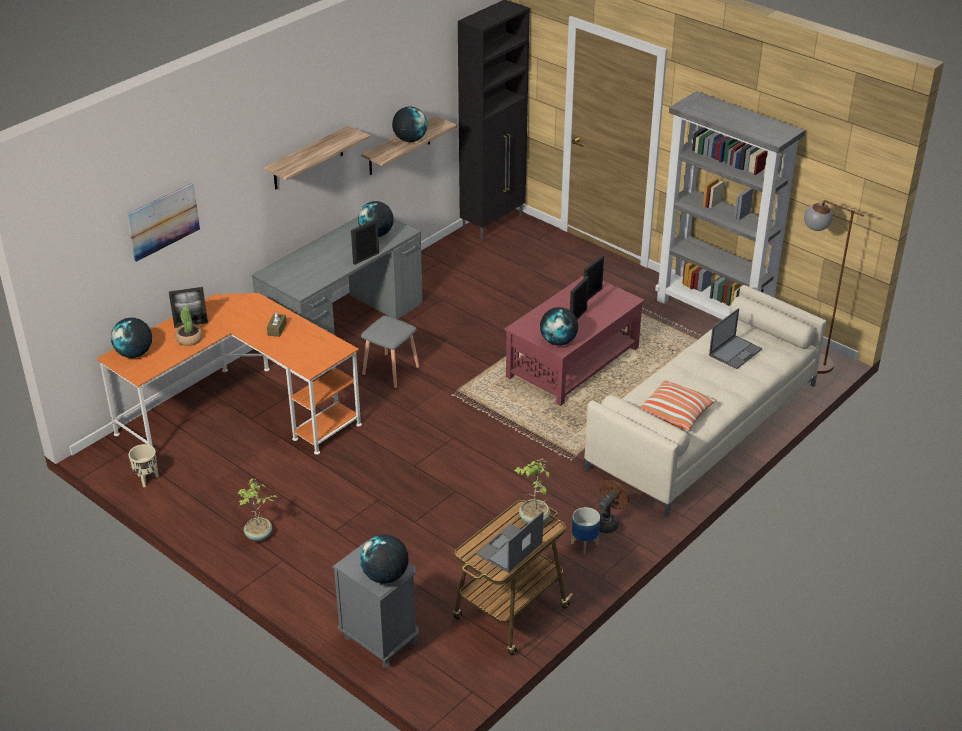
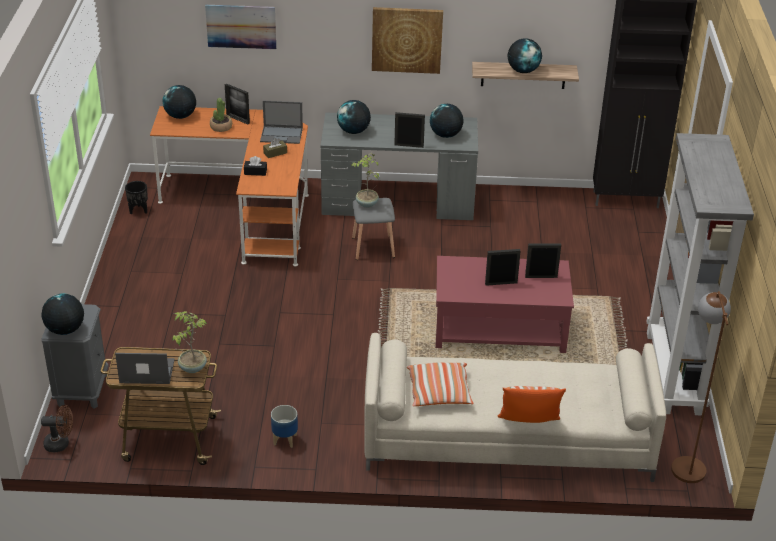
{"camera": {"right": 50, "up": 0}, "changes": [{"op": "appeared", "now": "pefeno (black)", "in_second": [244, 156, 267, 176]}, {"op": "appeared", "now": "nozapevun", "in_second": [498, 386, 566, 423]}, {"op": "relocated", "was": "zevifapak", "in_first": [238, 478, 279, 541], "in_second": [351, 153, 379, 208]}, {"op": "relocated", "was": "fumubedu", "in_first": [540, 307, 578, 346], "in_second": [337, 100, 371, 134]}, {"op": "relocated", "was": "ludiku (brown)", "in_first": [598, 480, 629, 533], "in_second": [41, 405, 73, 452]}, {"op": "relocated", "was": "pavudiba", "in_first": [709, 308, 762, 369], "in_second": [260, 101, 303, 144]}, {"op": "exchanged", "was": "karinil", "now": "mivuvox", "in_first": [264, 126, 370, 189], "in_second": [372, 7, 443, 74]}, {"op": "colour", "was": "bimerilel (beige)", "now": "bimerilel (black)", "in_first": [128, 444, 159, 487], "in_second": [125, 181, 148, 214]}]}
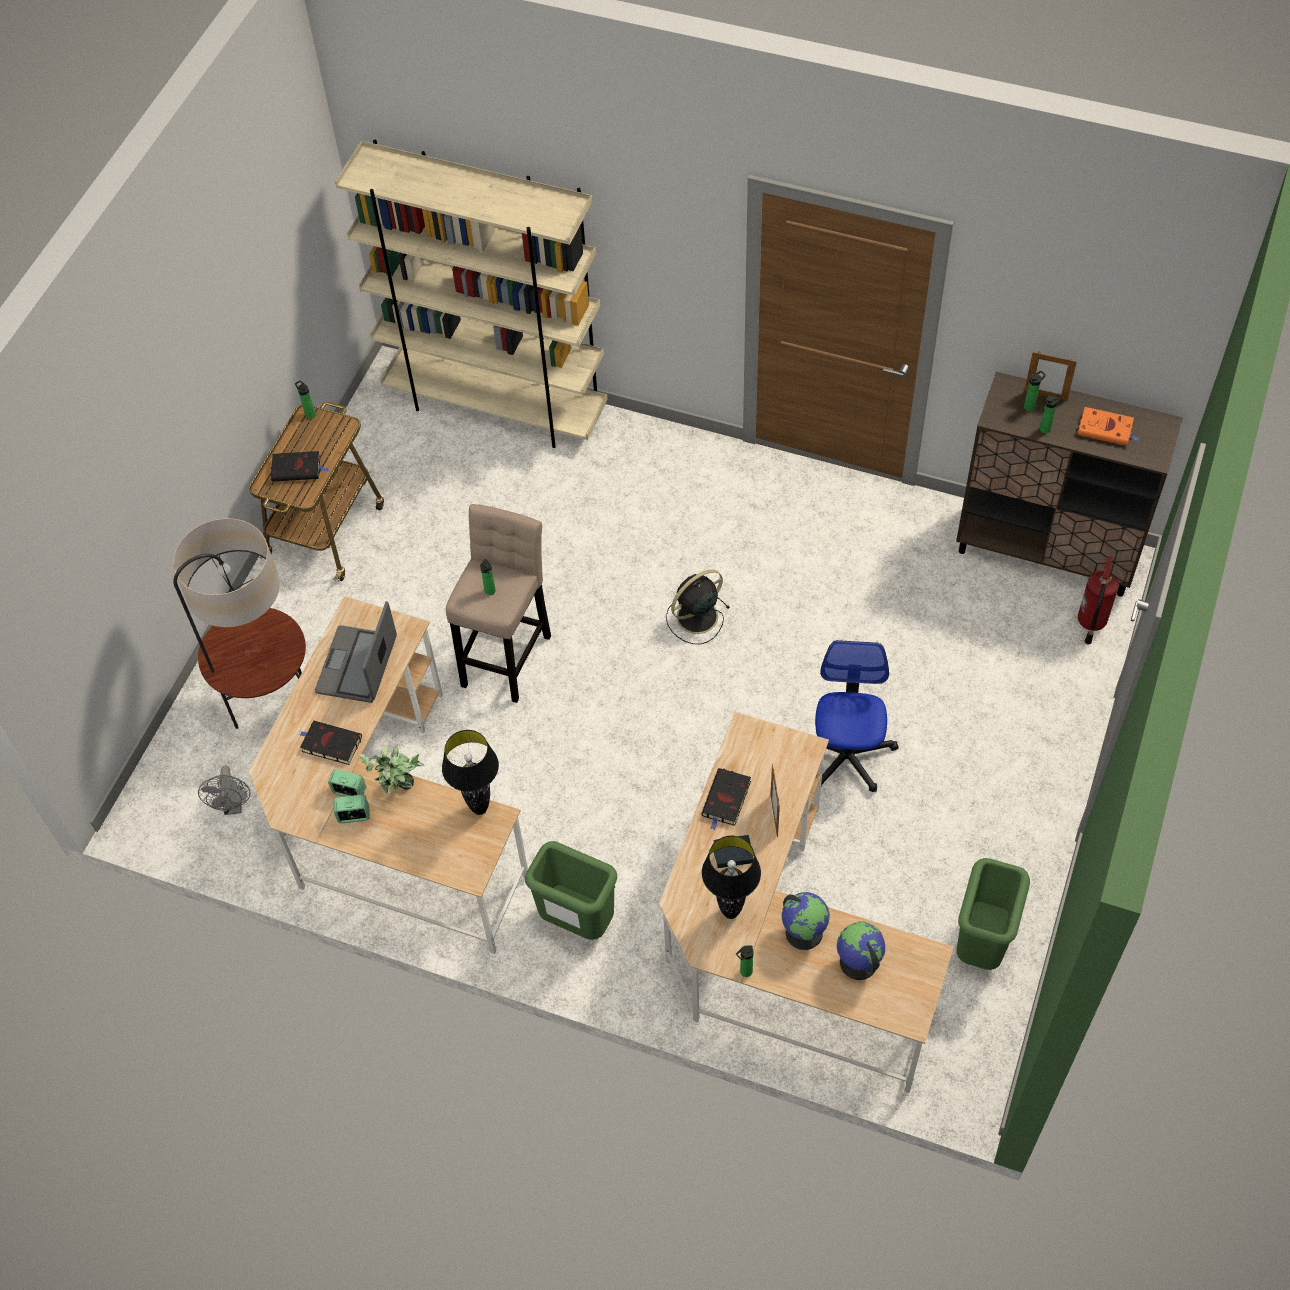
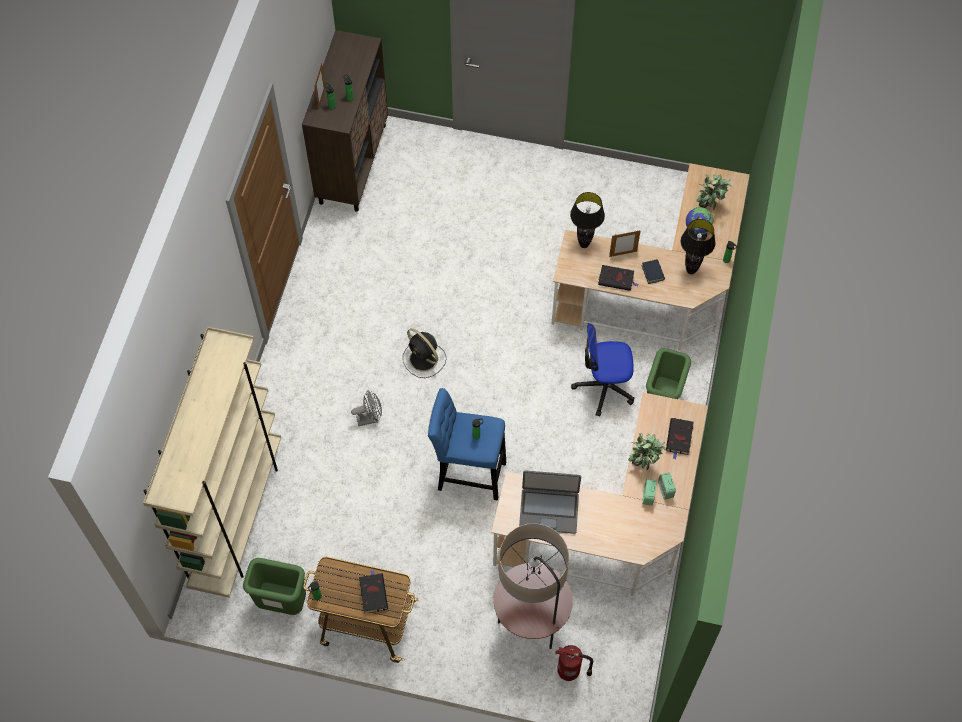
{"camera": {"right": -100, "up": 5}, "changes": [{"op": "missing", "was": "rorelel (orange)", "in_first": [1077, 407, 1139, 446]}, {"op": "relocated", "was": "ludiku (grey)", "in_first": [198, 765, 250, 815], "in_second": [351, 390, 382, 426]}, {"op": "relocated", "was": "rorelel (black)", "in_first": [300, 721, 362, 765], "in_second": [666, 418, 693, 459]}, {"op": "relocated", "was": "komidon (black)", "in_first": [442, 730, 499, 815], "in_second": [570, 192, 605, 248]}, {"op": "relocated", "was": "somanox", "in_first": [815, 640, 899, 792], "in_second": [571, 323, 634, 416]}, {"op": "relocated", "was": "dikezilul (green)", "in_first": [956, 858, 1030, 970], "in_second": [243, 558, 306, 615]}, {"op": "relocated", "was": "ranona", "in_first": [1078, 556, 1119, 644], "in_second": [555, 645, 593, 681]}, {"op": "exchanged", "was": "fumubedu", "now": "zevifapak", "in_first": [837, 921, 886, 980], "in_second": [696, 174, 732, 210]}, {"op": "colour", "was": "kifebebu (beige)", "now": "kifebebu (blue)", "in_first": [446, 504, 551, 703], "in_second": [428, 388, 506, 501]}]}
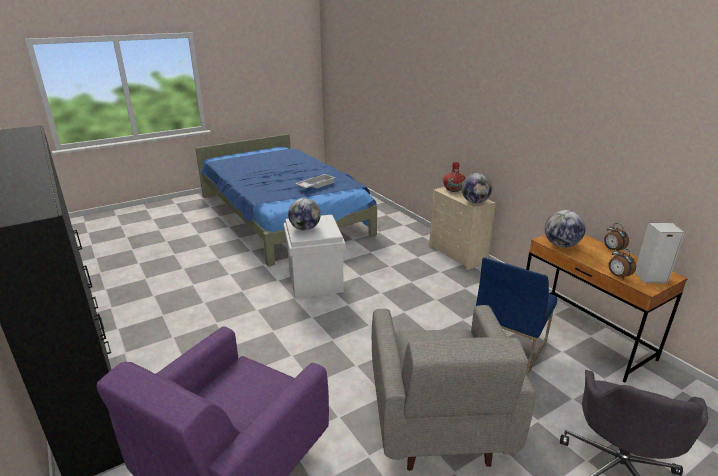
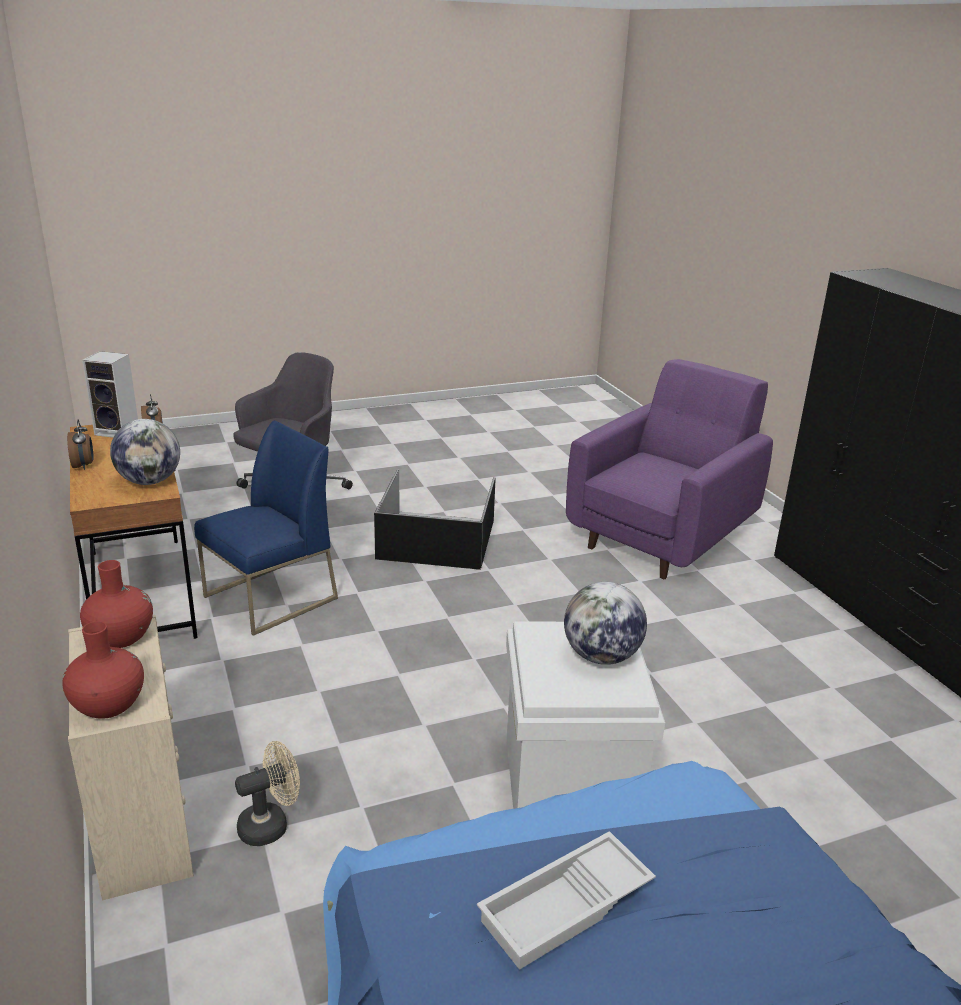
{"camera": {"right": -170, "up": 0}, "changes": [{"op": "appeared", "now": "ludiku (beige)", "in_second": [235, 741, 300, 846]}, {"op": "exchanged", "was": "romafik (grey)", "now": "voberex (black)", "in_first": [372, 305, 536, 471], "in_second": [374, 470, 496, 570]}, {"op": "exchanged", "was": "fumubedu", "now": "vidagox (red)", "in_first": [461, 173, 492, 203], "in_second": [80, 560, 153, 648]}]}
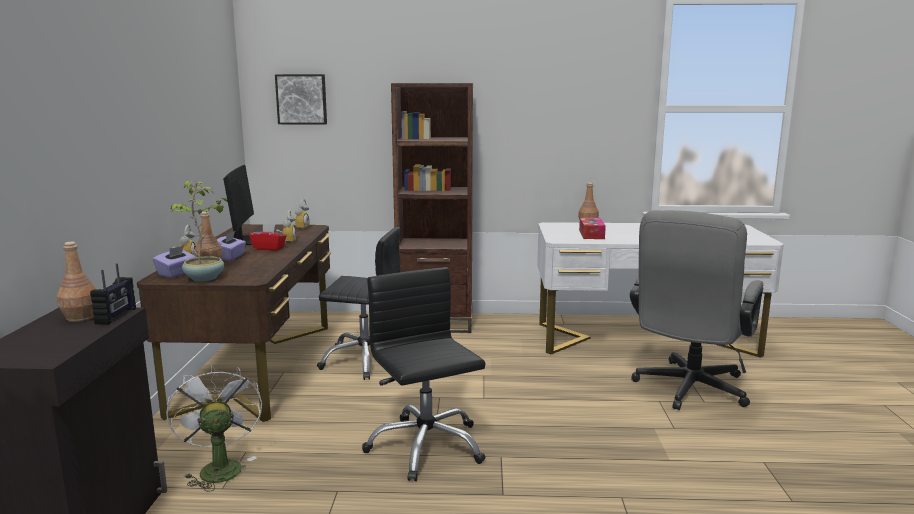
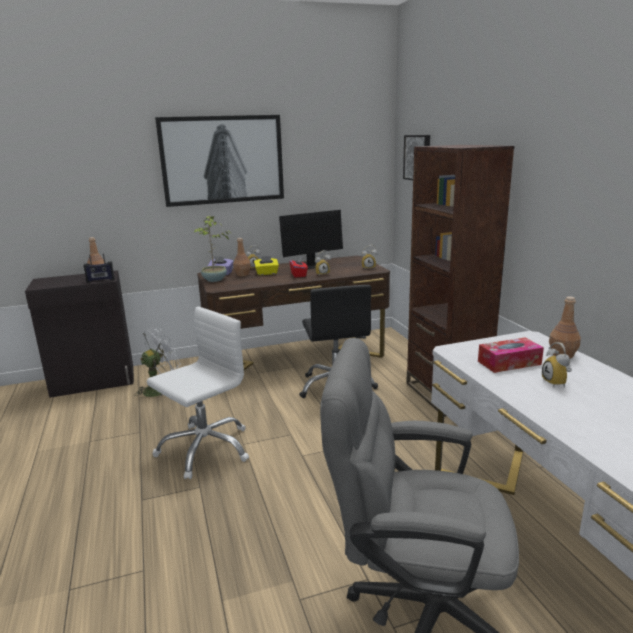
{"camera": {"right": 70, "up": 5}, "changes": [{"op": "appeared", "now": "mivuvox", "in_second": [155, 115, 284, 207]}, {"op": "appeared", "now": "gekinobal", "in_second": [542, 342, 572, 388]}, {"op": "colour", "was": "pefeno (purple)", "now": "pefeno (yellow)", "in_first": [216, 231, 246, 261], "in_second": [254, 256, 279, 275]}, {"op": "colour", "was": "somanox (black)", "now": "somanox (white)", "in_first": [362, 267, 486, 481], "in_second": [147, 307, 249, 479]}]}
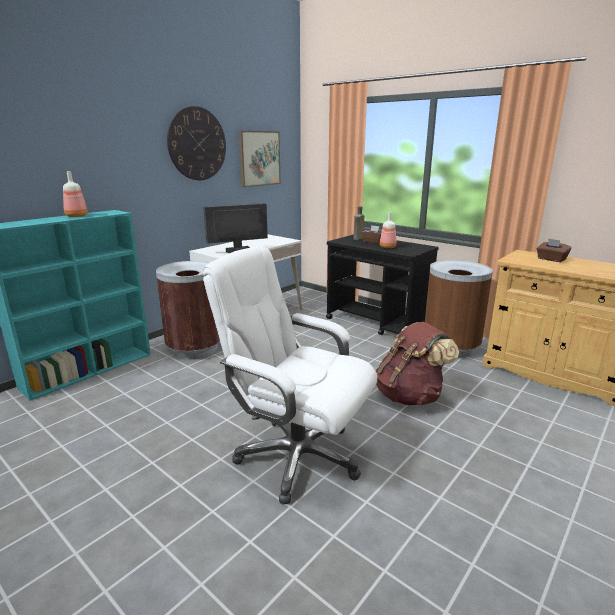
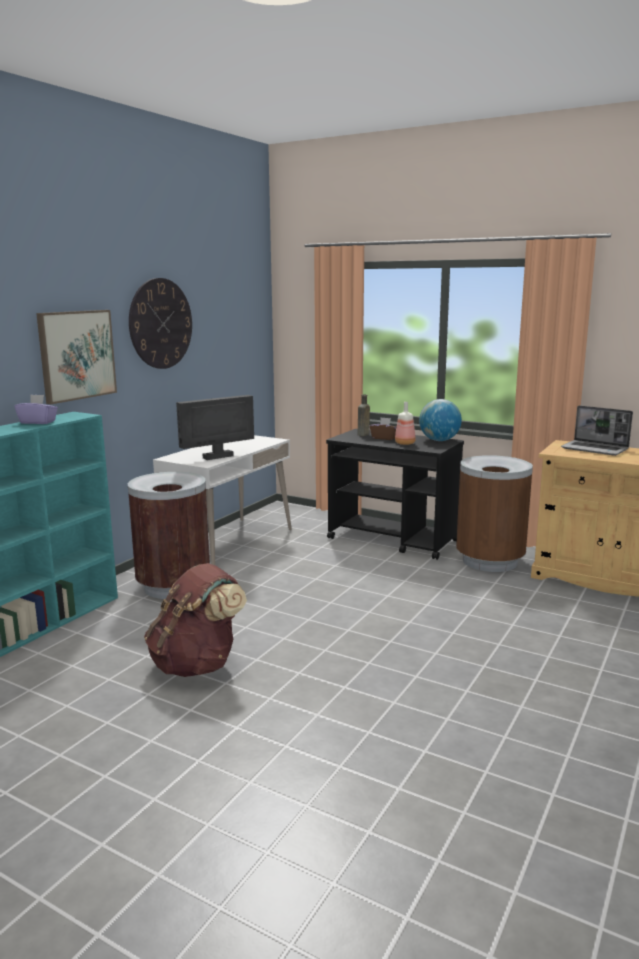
{"camera": {"right": -10, "up": -5}, "changes": [{"op": "missing", "was": "somanox (white)", "in_first": [203, 246, 377, 504]}, {"op": "appeared", "now": "fumubedu", "in_second": [419, 399, 462, 441]}, {"op": "relocated", "was": "mivuvox", "in_first": [238, 131, 281, 187], "in_second": [36, 310, 117, 404]}, {"op": "relocated", "was": "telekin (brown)", "in_first": [375, 322, 459, 405], "in_second": [144, 563, 247, 677]}, {"op": "exchanged", "was": "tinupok", "now": "pefeno (purple)", "in_first": [63, 171, 88, 217], "in_second": [15, 395, 58, 424]}, {"op": "exchanged", "was": "pefeno (brown)", "now": "pavudiba", "in_first": [536, 238, 571, 262], "in_second": [561, 405, 633, 456]}]}
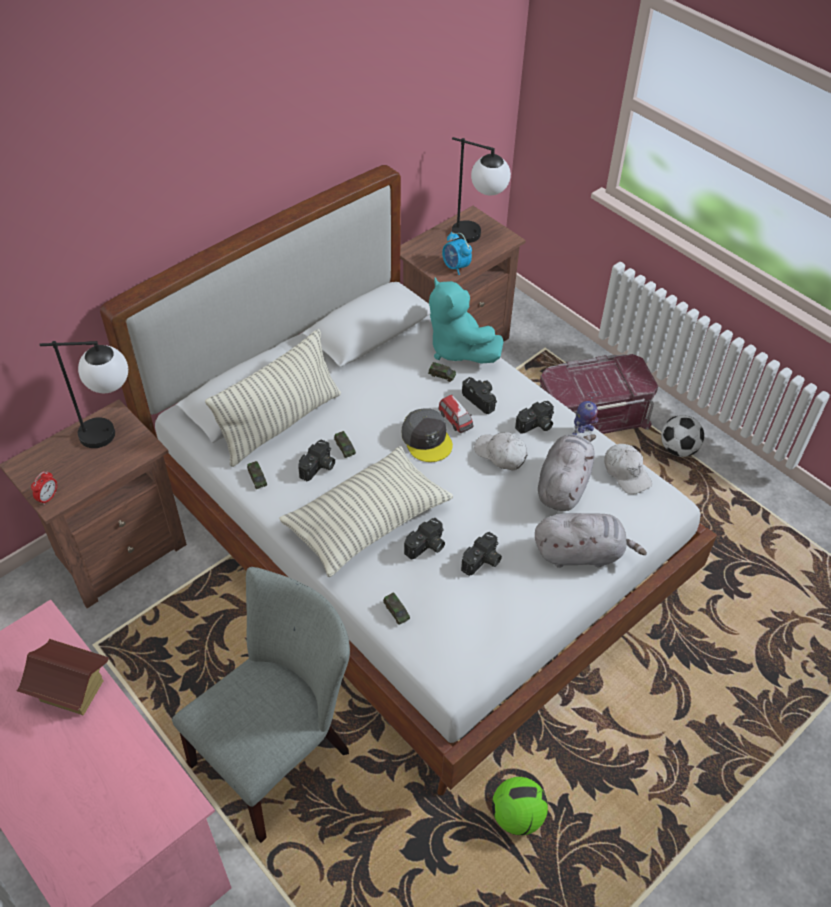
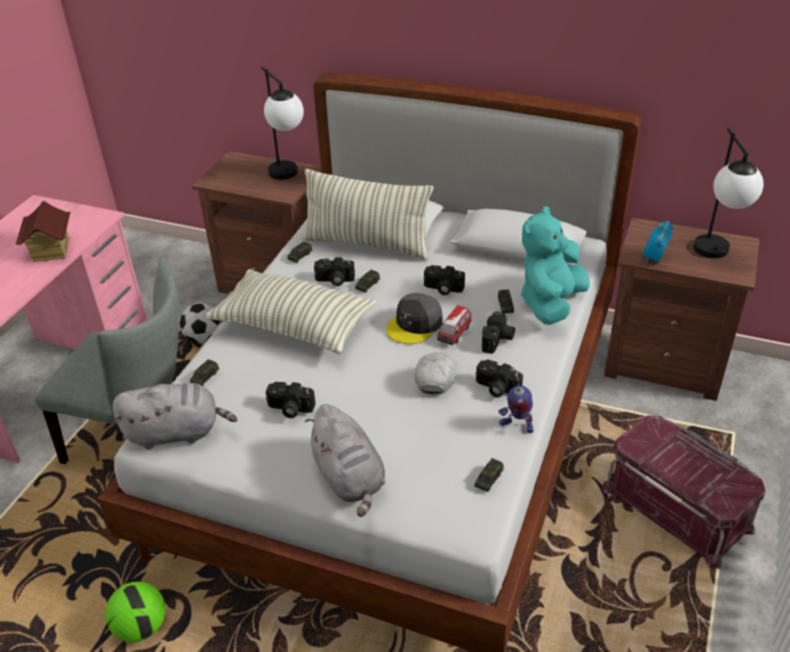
{"camera": {"right": 65, "up": -10}, "changes": [{"op": "missing", "was": "gekinobal", "in_first": [31, 471, 57, 505]}, {"op": "relocated", "was": "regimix", "in_first": [404, 518, 445, 559], "in_second": [424, 265, 465, 295]}, {"op": "relocated", "was": "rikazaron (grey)", "in_first": [538, 434, 596, 511], "in_second": [113, 383, 237, 449]}, {"op": "relocated", "was": "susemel", "in_first": [661, 415, 704, 457], "in_second": [180, 303, 221, 344]}, {"op": "exchanged", "was": "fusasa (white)", "now": "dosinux", "in_first": [604, 444, 652, 494], "in_second": [474, 458, 504, 492]}]}
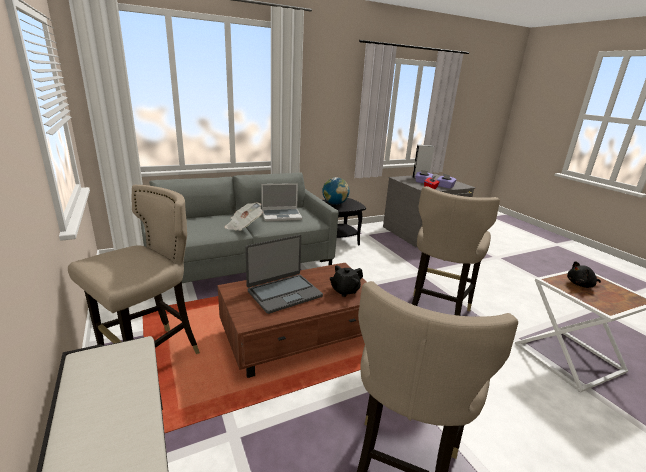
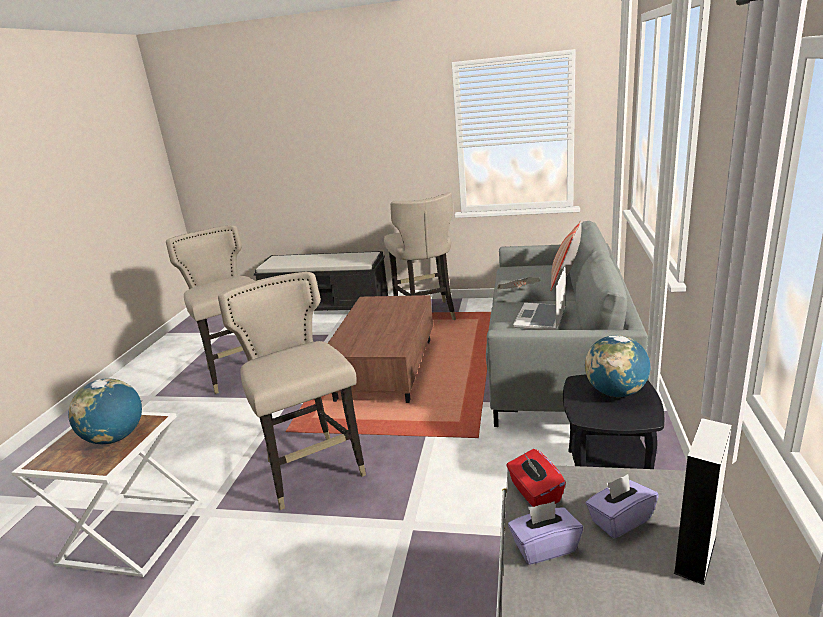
{"camera": {"right": 130, "up": 0}, "changes": [{"op": "missing", "was": "pavudiba", "in_first": [245, 235, 323, 314]}, {"op": "missing", "was": "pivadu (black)", "in_first": [330, 265, 363, 297]}, {"op": "appeared", "now": "nozapevun", "in_second": [550, 221, 582, 292]}, {"op": "exchanged", "was": "rikazaron (black)", "now": "fumubedu", "in_first": [567, 261, 601, 288], "in_second": [68, 378, 142, 444]}]}
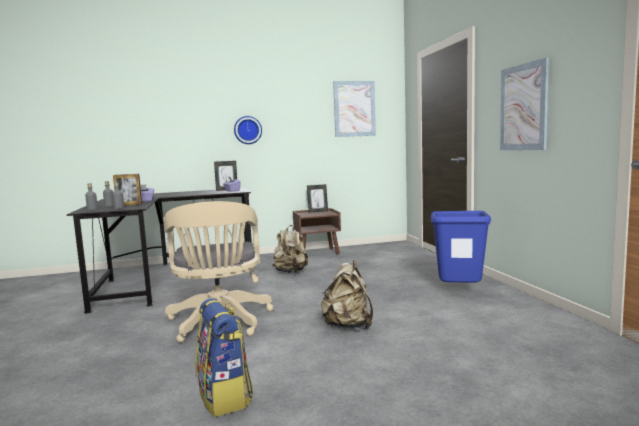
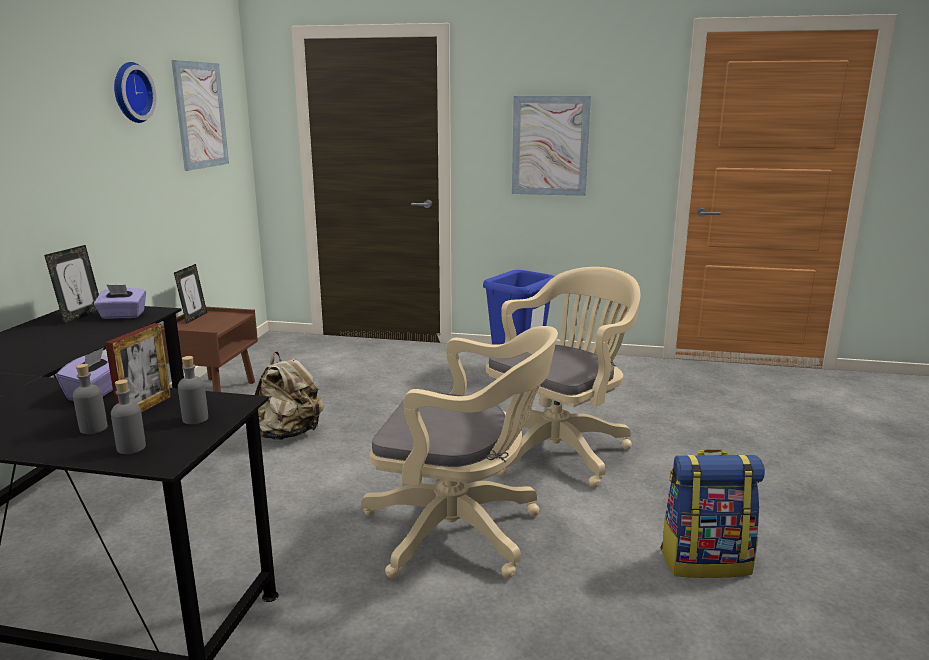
{"camera": {"right": -65, "up": 10}, "changes": [{"op": "relocated", "was": "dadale", "in_first": [234, 116, 262, 144], "in_second": [114, 62, 156, 123]}, {"op": "exchanged", "was": "telekin (beige)", "now": "somanox (beige)", "in_first": [321, 260, 373, 330], "in_second": [486, 267, 640, 488]}]}
